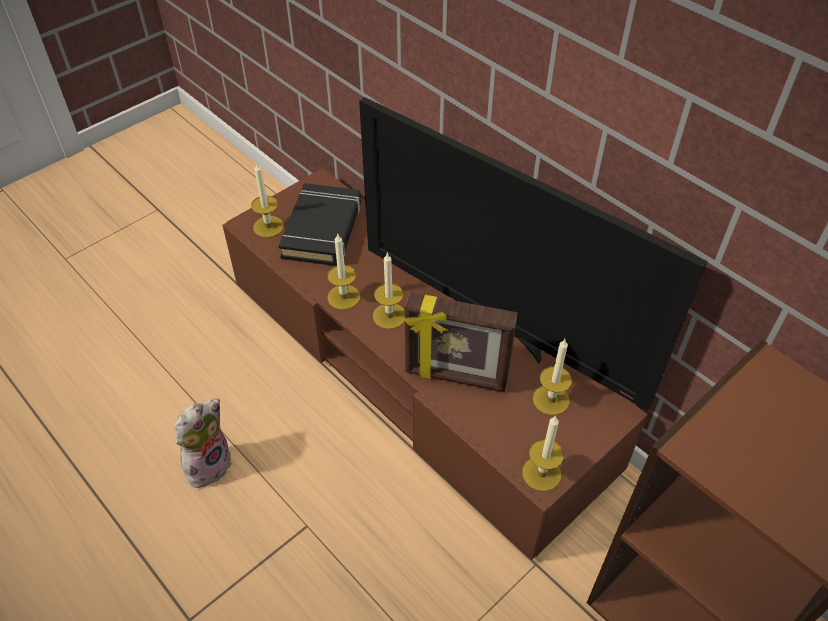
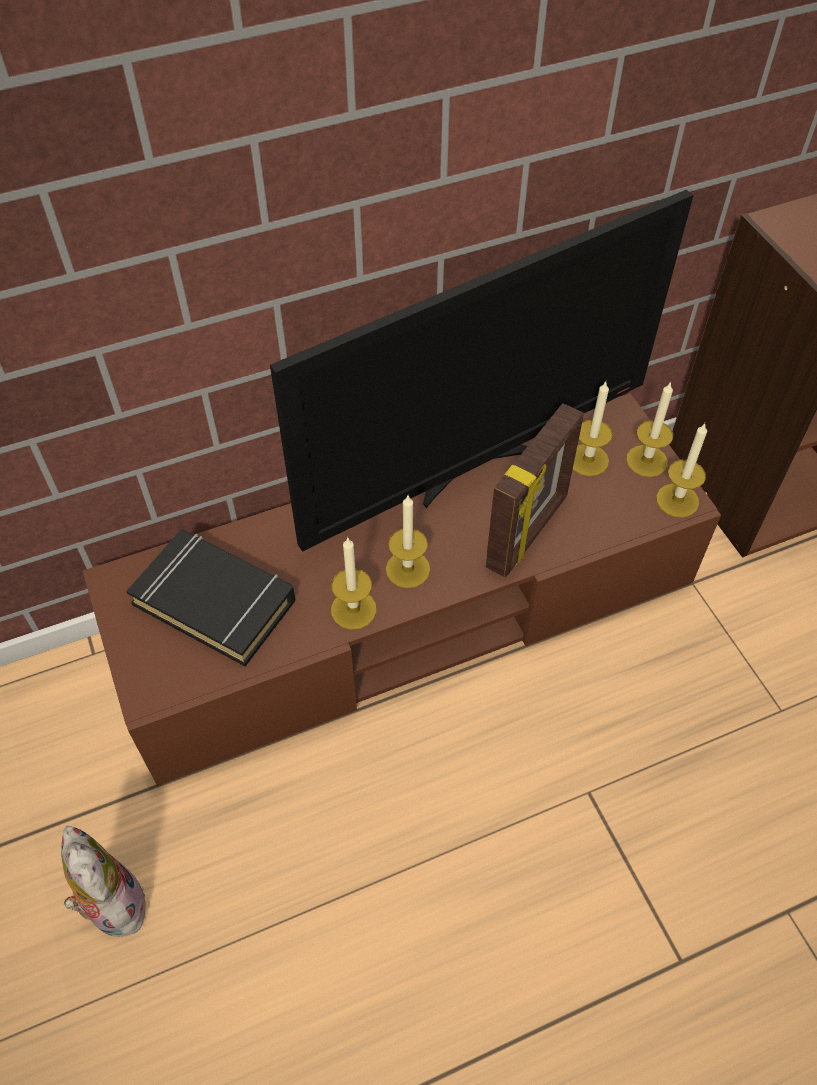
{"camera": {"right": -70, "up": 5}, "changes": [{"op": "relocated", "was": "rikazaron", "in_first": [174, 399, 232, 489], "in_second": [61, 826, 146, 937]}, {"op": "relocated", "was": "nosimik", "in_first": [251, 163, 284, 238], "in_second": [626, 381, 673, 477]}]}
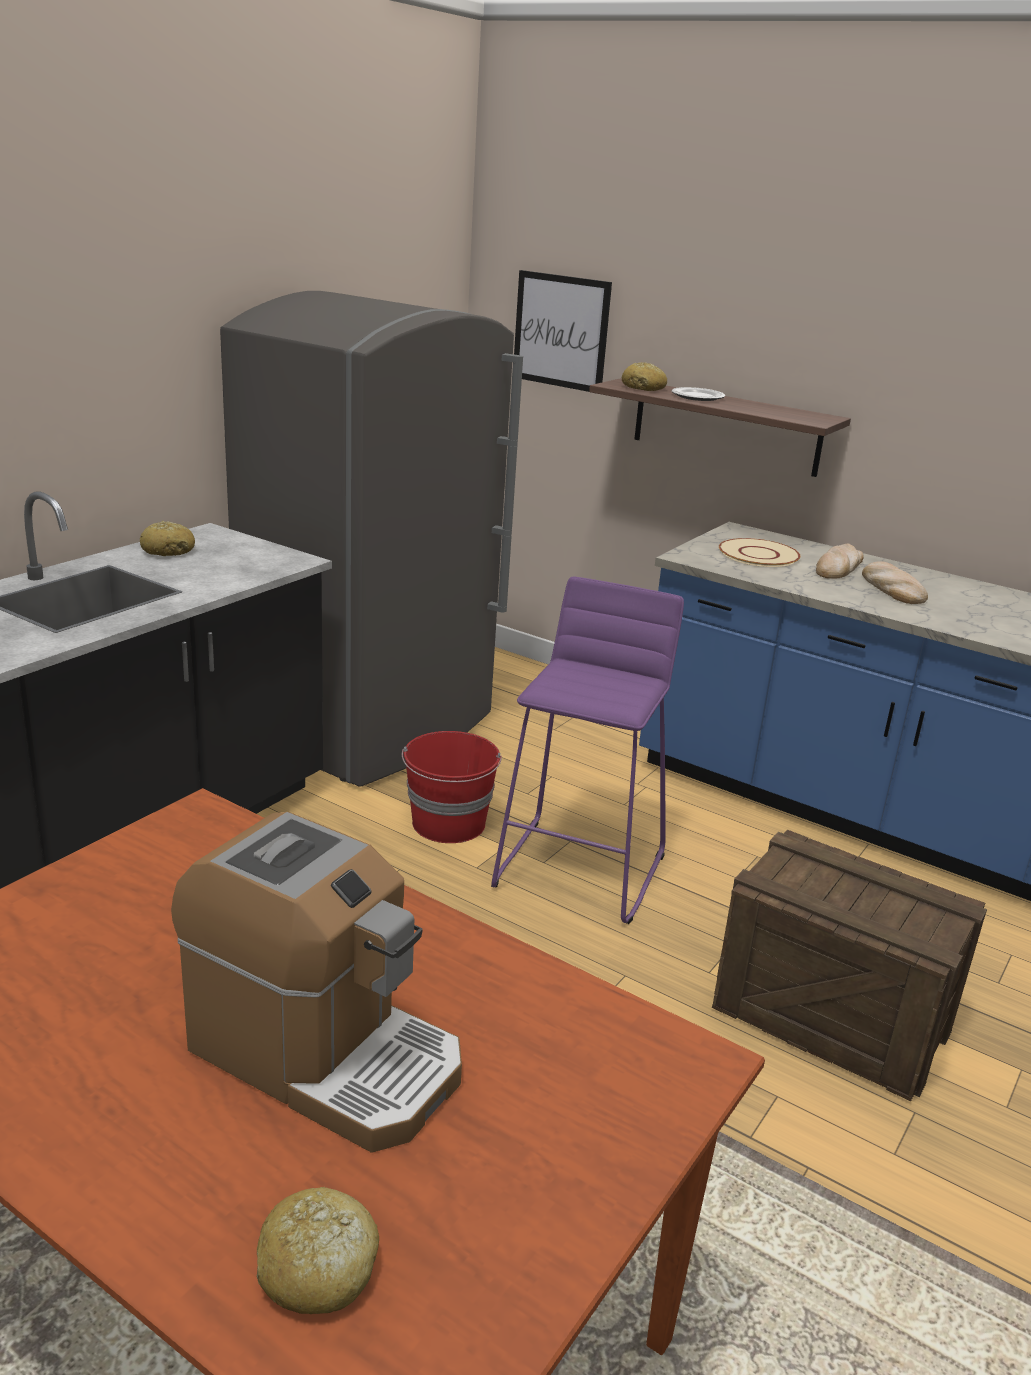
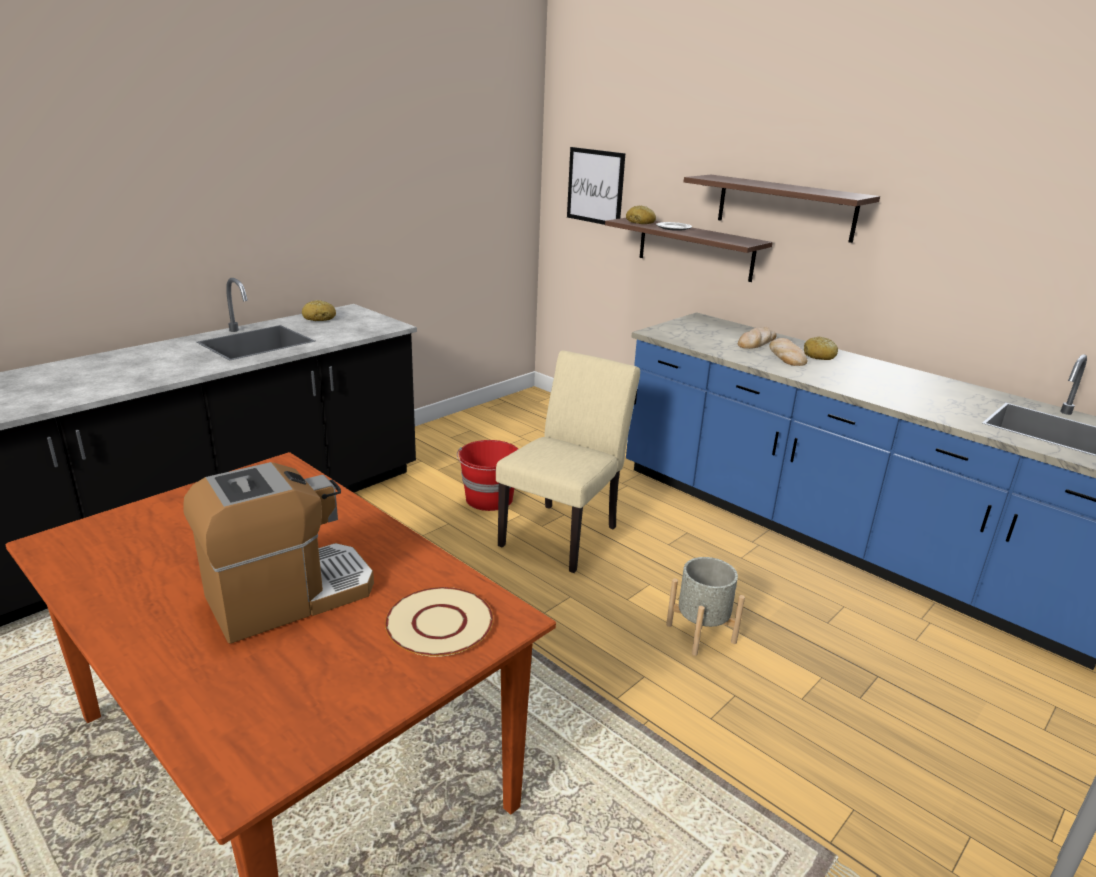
{"camera": {"right": 10, "up": 0}, "changes": [{"op": "missing", "was": "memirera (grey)", "in_first": [220, 291, 523, 786]}, {"op": "appeared", "now": "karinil", "in_second": [684, 175, 880, 243]}, {"op": "relocated", "was": "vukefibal", "in_first": [257, 1187, 379, 1314], "in_second": [804, 336, 838, 360]}, {"op": "relocated", "was": "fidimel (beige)", "in_first": [719, 538, 800, 567], "in_second": [385, 587, 494, 657]}, {"op": "exchanged", "was": "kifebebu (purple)", "now": "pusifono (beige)", "in_first": [491, 577, 684, 924], "in_second": [496, 350, 640, 573]}, {"op": "exchanged", "was": "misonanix", "now": "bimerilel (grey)", "in_first": [712, 830, 987, 1101], "in_second": [666, 557, 745, 656]}, {"op": "spun", "was": "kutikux", "in_first": [171, 812, 462, 1152], "in_second": [183, 462, 374, 644], "clockwise": -75}]}
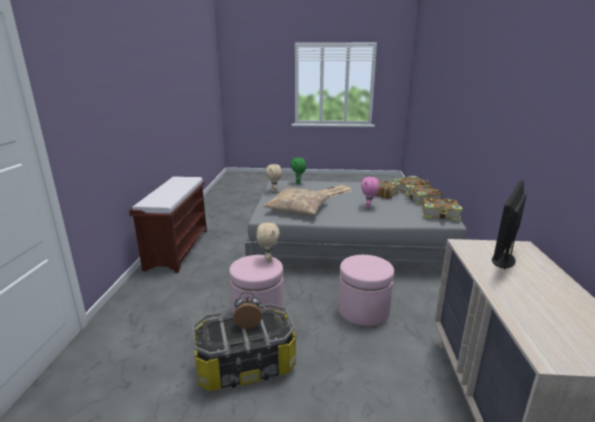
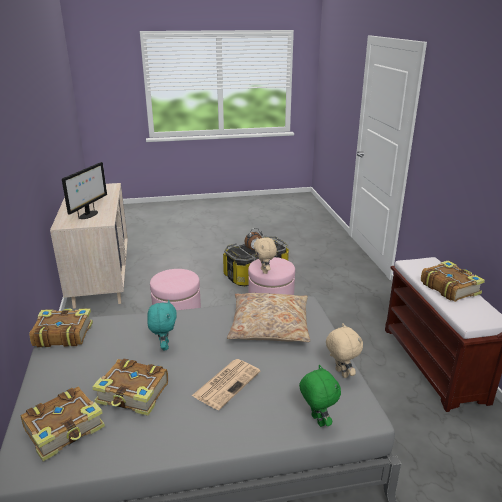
{"camera": {"right": 165, "up": 5}, "changes": [{"op": "relocated", "was": "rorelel", "in_first": [404, 184, 443, 205], "in_second": [421, 260, 485, 302]}, {"op": "colour", "was": "rikazaron (pink)", "now": "rikazaron (turquoise)", "in_first": [361, 177, 379, 208], "in_second": [147, 300, 177, 350]}]}
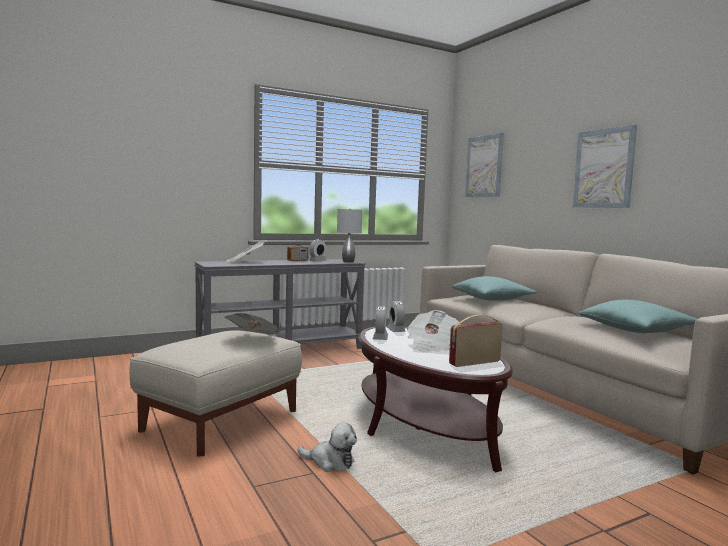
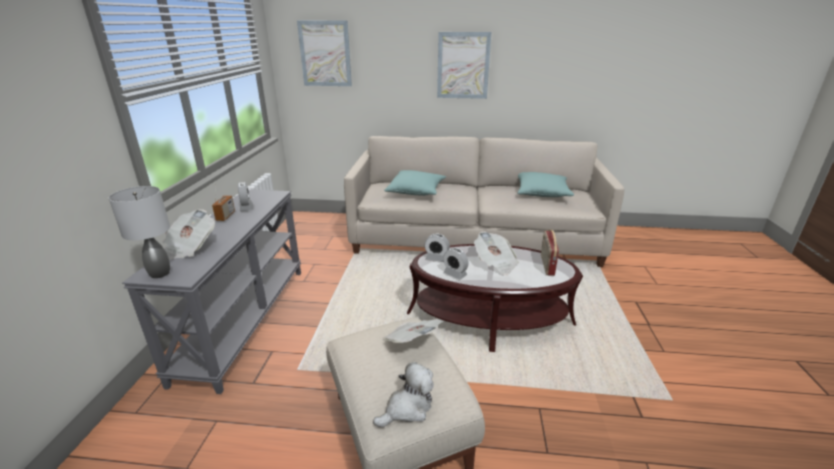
{"camera": {"right": -55, "up": 20}, "changes": [{"op": "relocated", "was": "rikazaron", "in_first": [298, 422, 357, 472], "in_second": [373, 362, 434, 427]}, {"op": "relocated", "was": "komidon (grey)", "in_first": [337, 208, 362, 263], "in_second": [109, 186, 170, 278]}]}
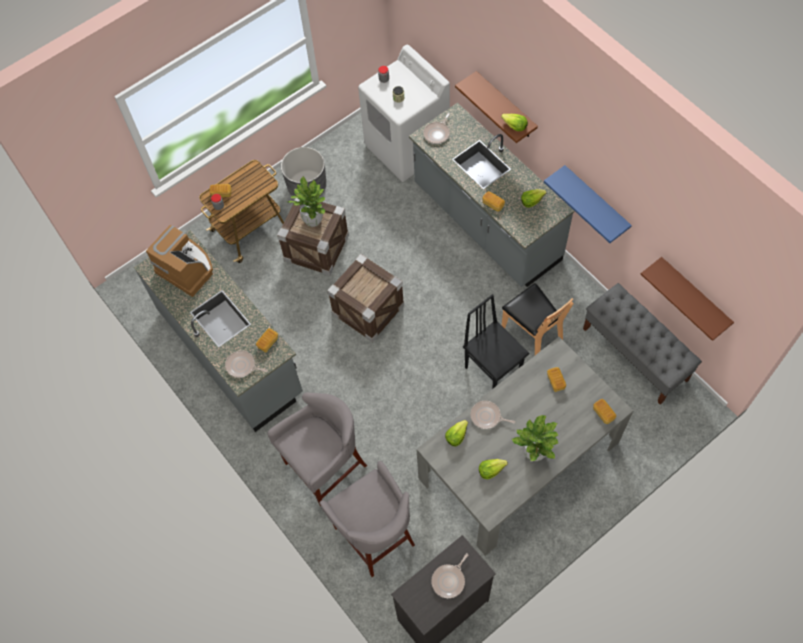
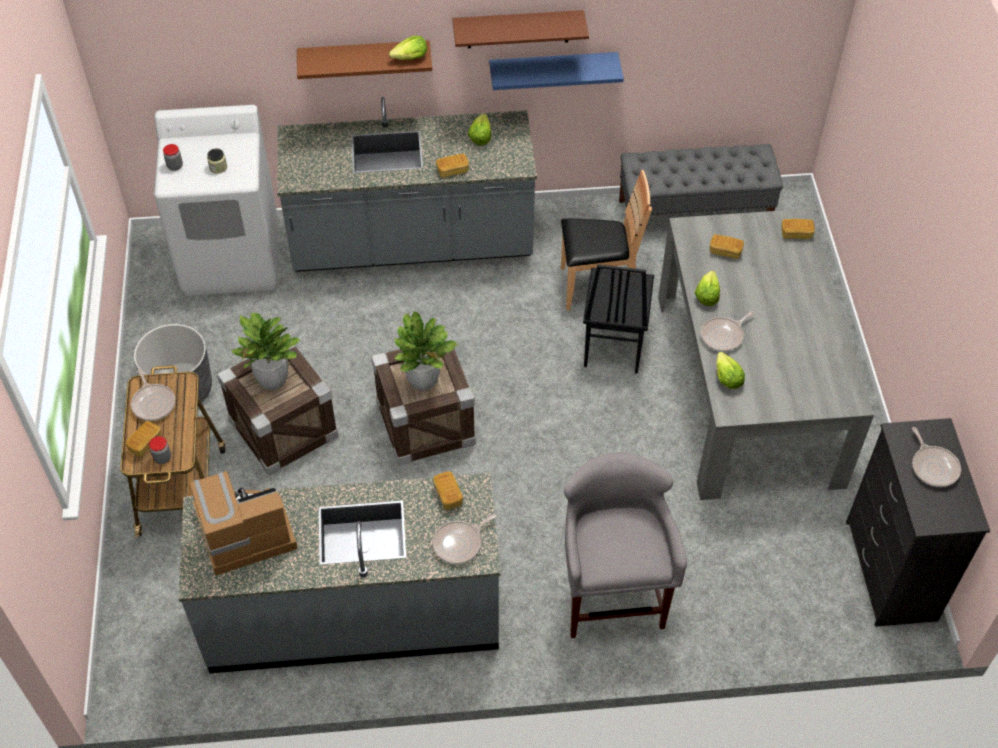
{"camera": {"right": -60, "up": -10}, "changes": [{"op": "missing", "was": "kifebebu (grey)", "in_first": [320, 461, 415, 577]}, {"op": "relocated", "was": "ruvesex", "in_first": [423, 113, 450, 144], "in_second": [131, 369, 175, 421]}, {"op": "relocated", "was": "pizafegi", "in_first": [479, 459, 508, 479], "in_second": [695, 271, 720, 306]}, {"op": "relocated", "was": "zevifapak", "in_first": [511, 415, 559, 461], "in_second": [394, 311, 458, 391]}, {"op": "relocated", "was": "karinil (brown)", "in_first": [641, 257, 734, 341], "in_second": [452, 10, 589, 48]}, {"op": "spun", "was": "pusifono (black)", "in_first": [463, 294, 529, 389], "in_second": [583, 264, 654, 374], "clockwise": -75}]}
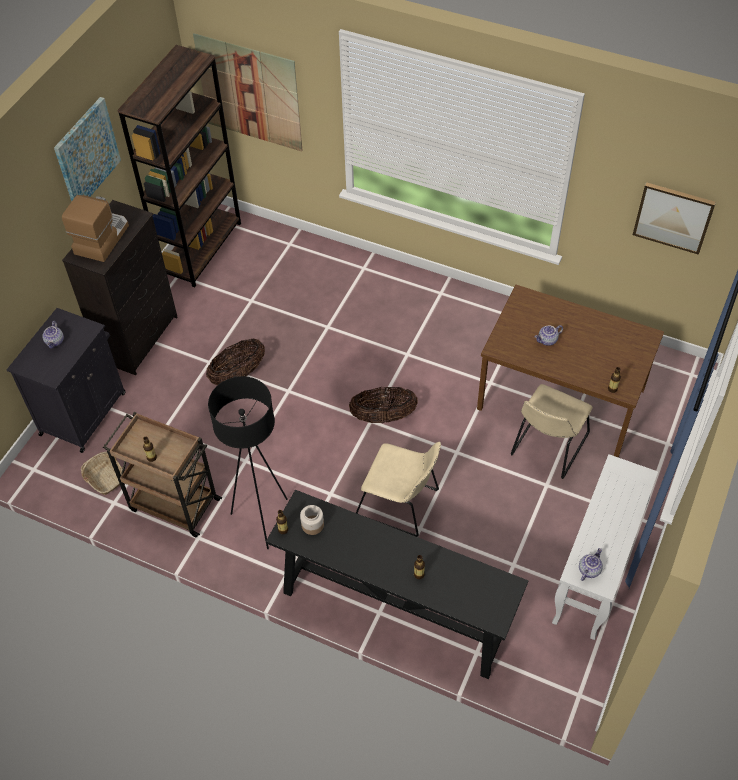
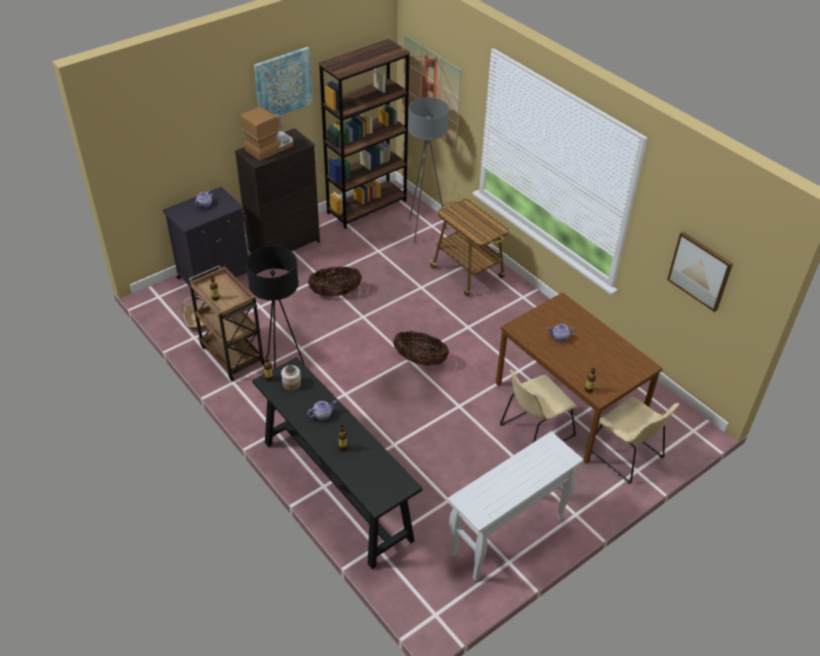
{"camera": {"right": 25, "up": -10}, "changes": [{"op": "appeared", "now": "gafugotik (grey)", "in_second": [408, 97, 449, 243]}, {"op": "appeared", "now": "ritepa", "in_second": [429, 199, 509, 296]}, {"op": "relocated", "was": "pusifono (beige)", "in_first": [356, 442, 441, 537], "in_second": [586, 397, 679, 484]}, {"op": "relocated", "was": "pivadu", "in_first": [579, 548, 603, 581], "in_second": [307, 400, 337, 420]}]}
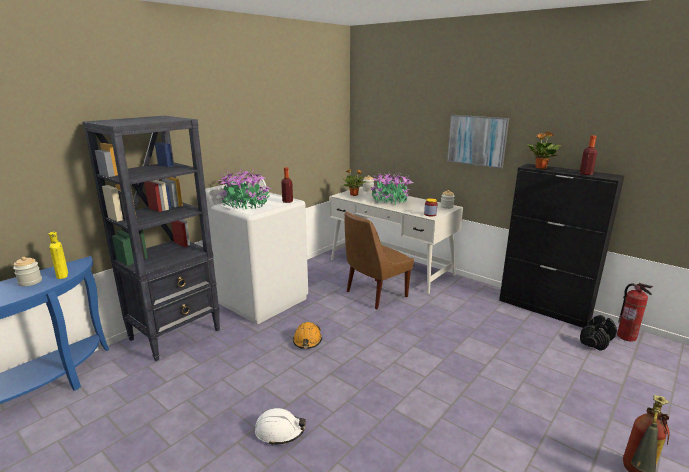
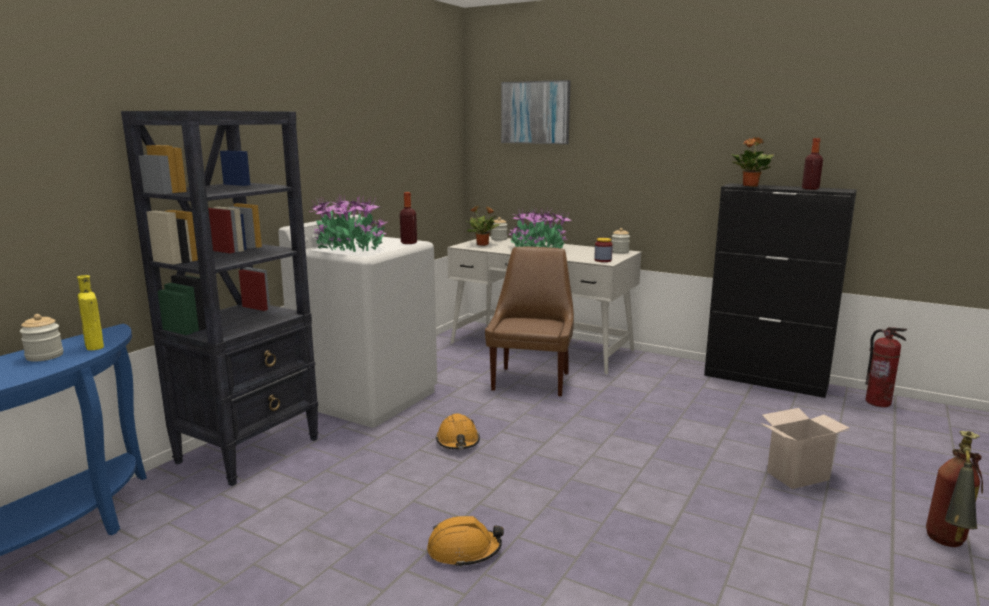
{"camera": {"right": -10, "up": -5}, "changes": [{"op": "missing", "was": "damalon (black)", "in_first": [580, 315, 617, 351]}, {"op": "appeared", "now": "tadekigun", "in_second": [760, 408, 850, 489]}, {"op": "relocated", "was": "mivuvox", "in_first": [447, 115, 509, 169], "in_second": [501, 80, 571, 144]}, {"op": "colour", "was": "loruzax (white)", "now": "loruzax (orange)", "in_first": [255, 408, 306, 446], "in_second": [427, 516, 504, 568]}, {"op": "spun", "was": "pusifono (brown)", "in_first": [345, 212, 414, 309], "in_second": [485, 247, 574, 397], "clockwise": 150}]}
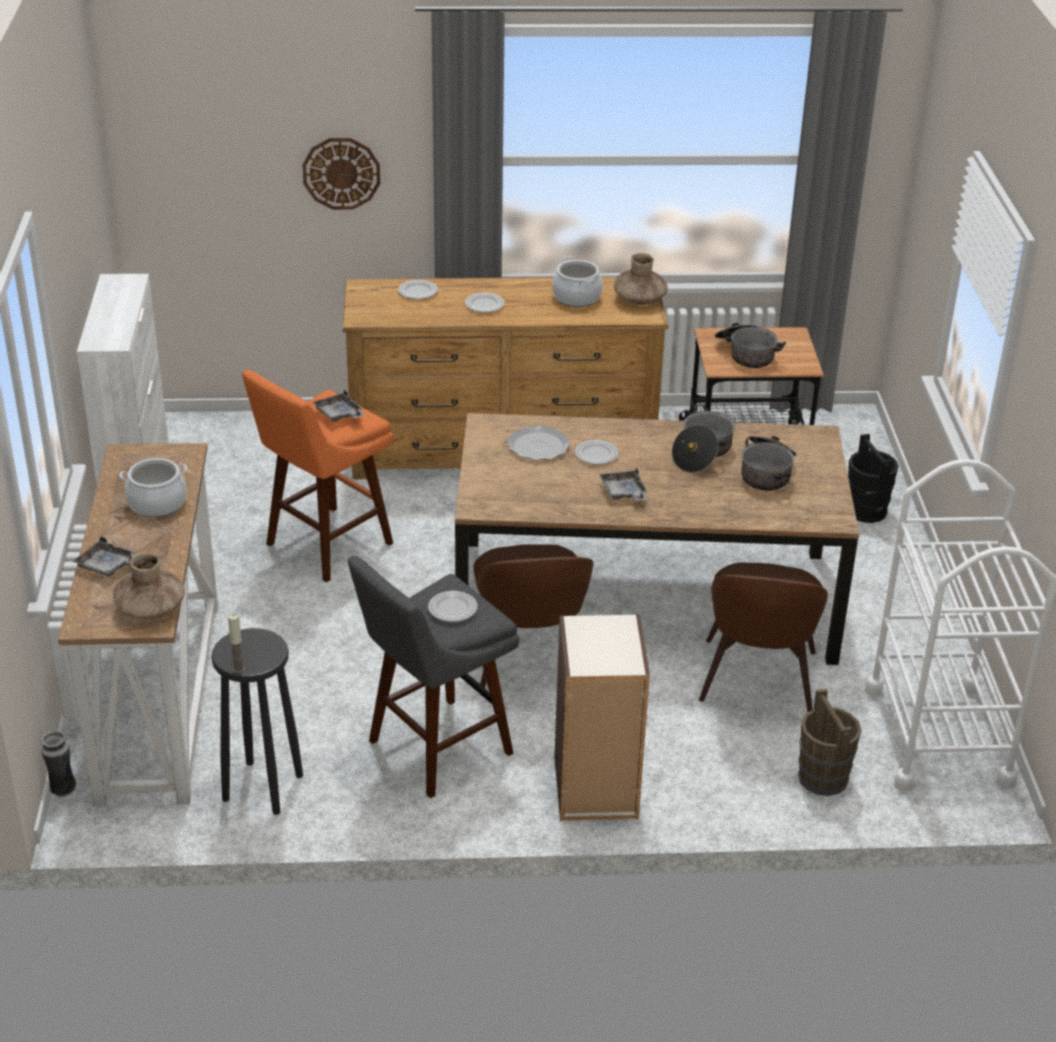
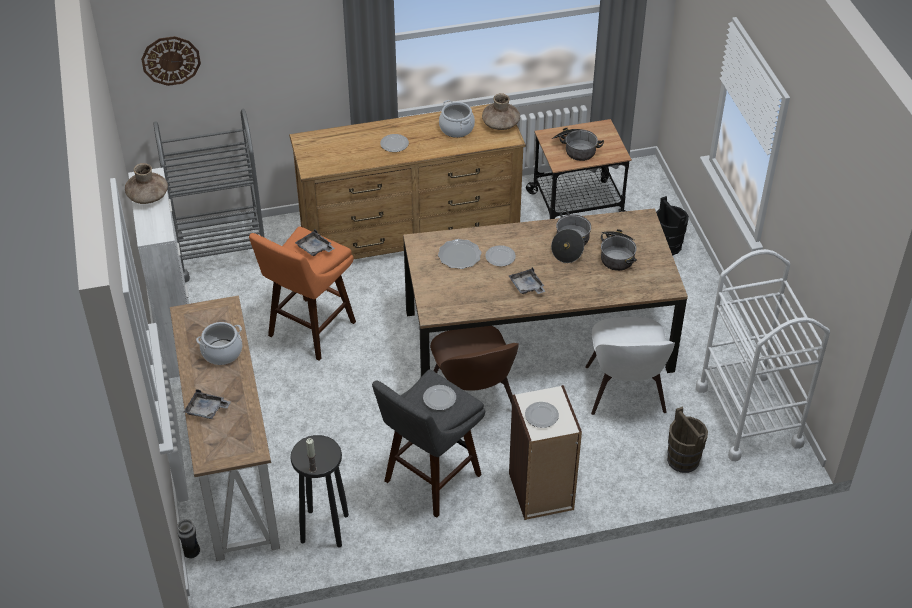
{"camera": {"right": -10, "up": 10}, "changes": [{"op": "appeared", "now": "ritepa (grey)", "in_second": [153, 109, 265, 283]}, {"op": "relocated", "was": "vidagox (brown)", "in_first": [113, 552, 185, 619], "in_second": [125, 163, 168, 204]}, {"op": "relocated", "was": "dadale", "in_first": [302, 138, 380, 210], "in_second": [141, 36, 201, 86]}, {"op": "relocated", "was": "fidimel", "in_first": [398, 280, 438, 299], "in_second": [525, 402, 559, 428]}, {"op": "colour", "was": "pusifono (brown)", "now": "pusifono (white)", "in_first": [699, 562, 828, 712], "in_second": [585, 317, 675, 415]}]}
